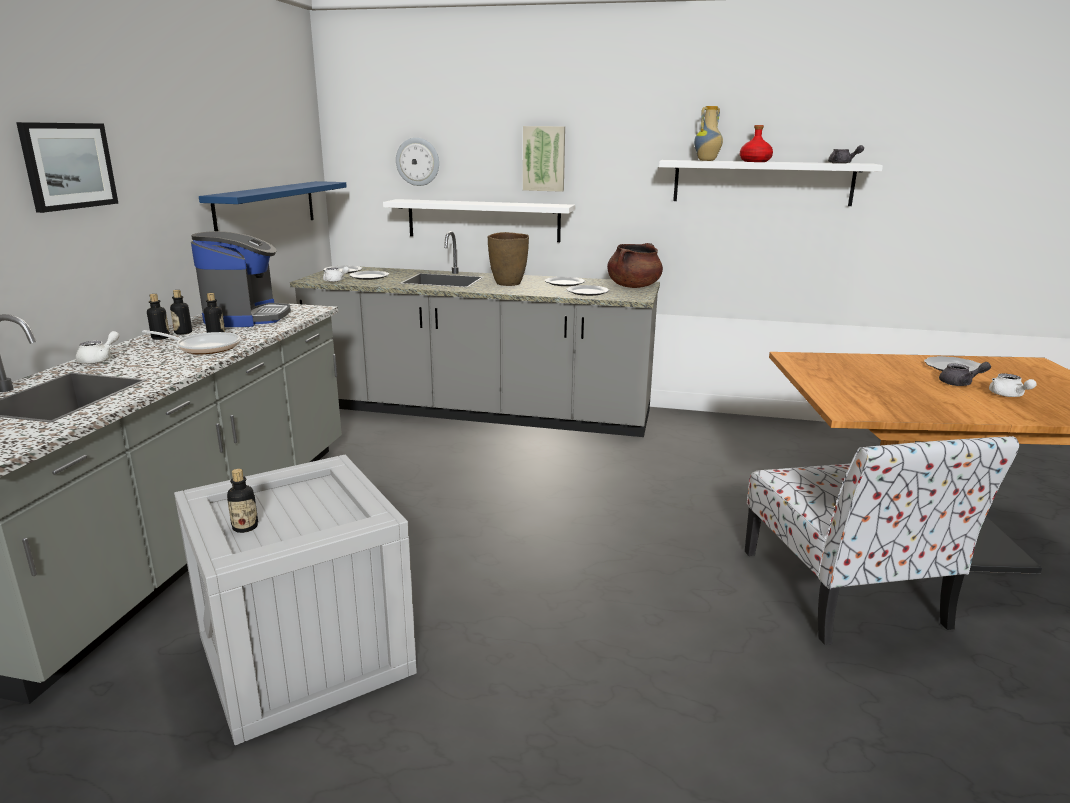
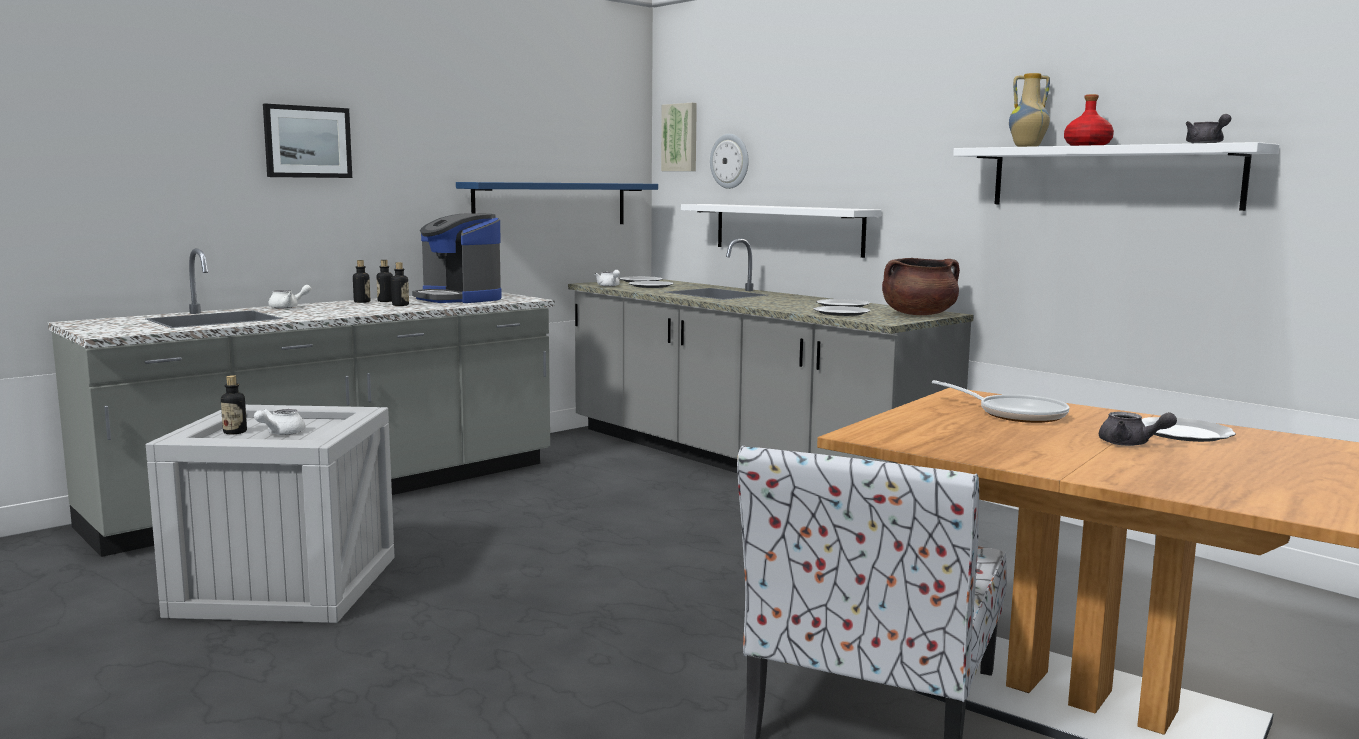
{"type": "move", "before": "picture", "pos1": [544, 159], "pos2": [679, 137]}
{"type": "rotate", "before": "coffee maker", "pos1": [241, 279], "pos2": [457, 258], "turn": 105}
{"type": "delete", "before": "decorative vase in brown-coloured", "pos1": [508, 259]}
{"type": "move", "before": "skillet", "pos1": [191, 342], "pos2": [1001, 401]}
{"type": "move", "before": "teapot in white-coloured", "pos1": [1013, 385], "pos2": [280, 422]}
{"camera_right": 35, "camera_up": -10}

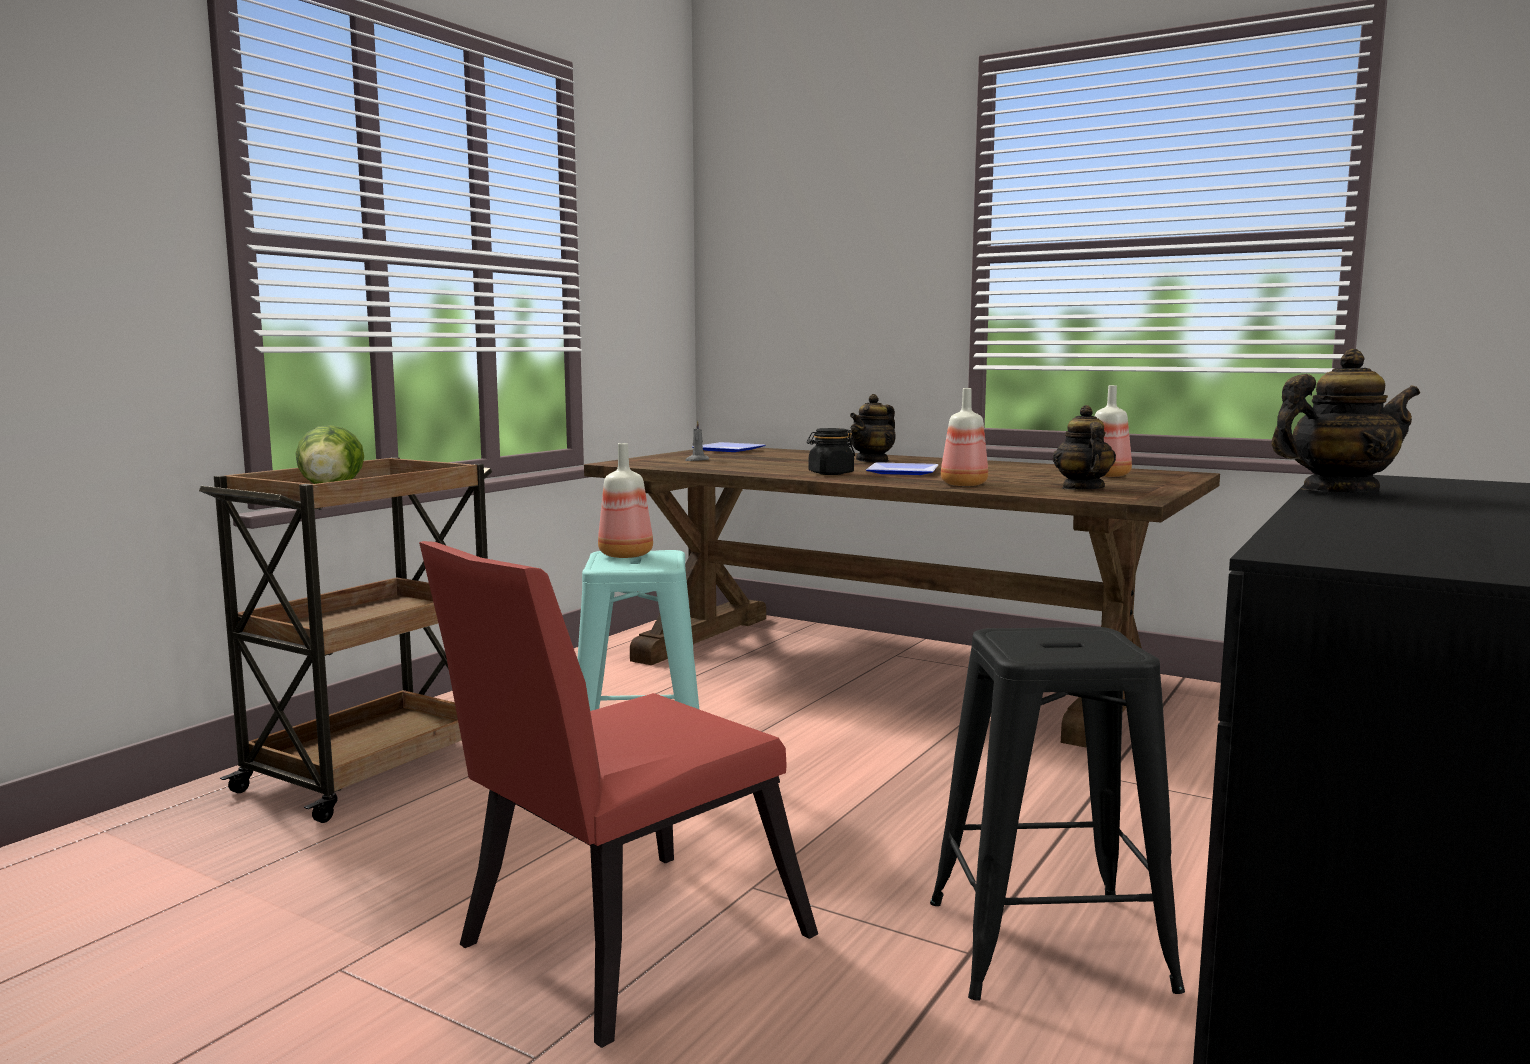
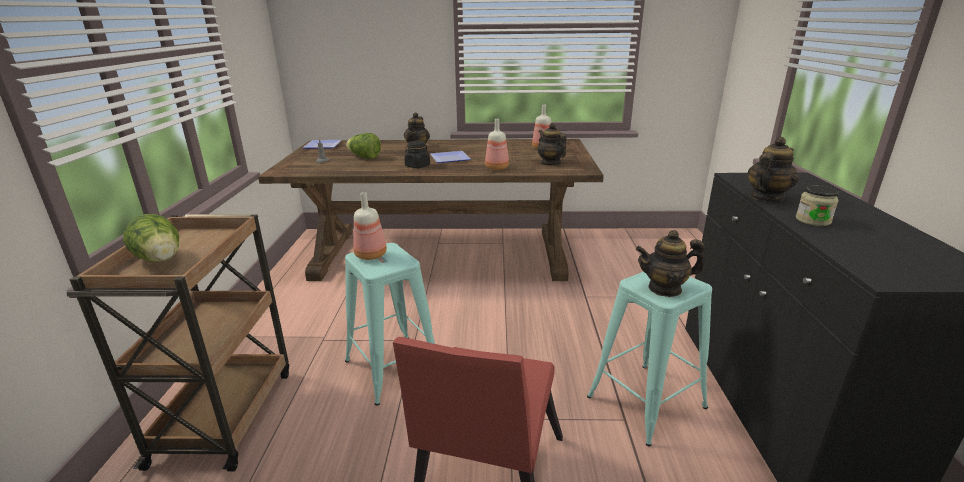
{"type": "recolor", "before": "sitting stool in black-coloured", "after": "sitting stool in turquoise", "pos1": [1057, 814], "pos2": [649, 359]}
{"type": "insert", "after": "lettuce", "pos2": [363, 146]}
{"type": "insert", "after": "jar", "pos2": [817, 205]}
{"type": "insert", "after": "teapot", "pos2": [670, 263]}
{"camera_right": -30, "camera_up": 15}

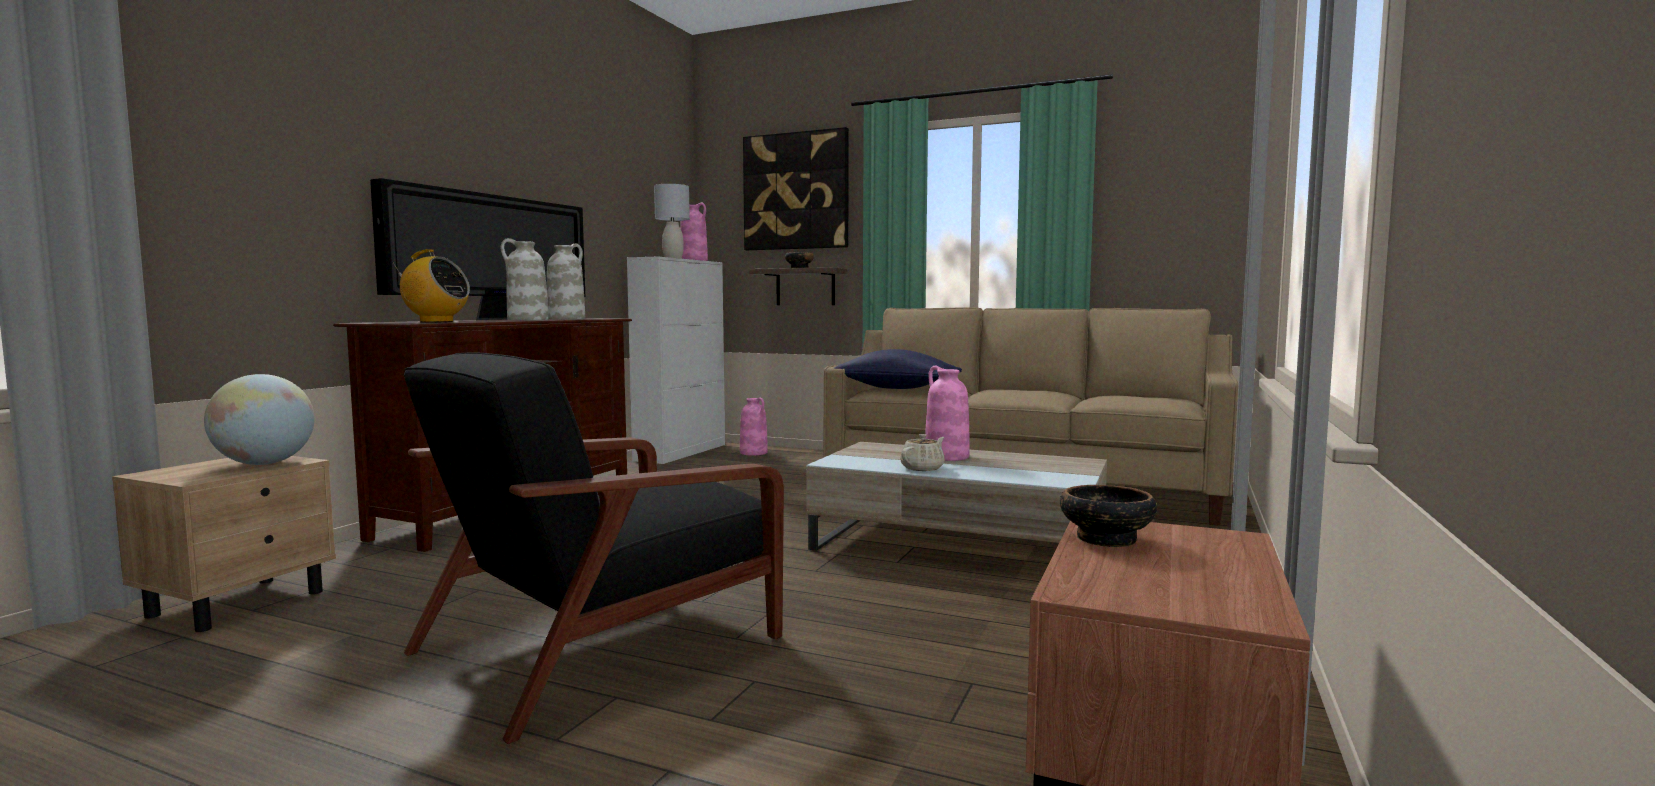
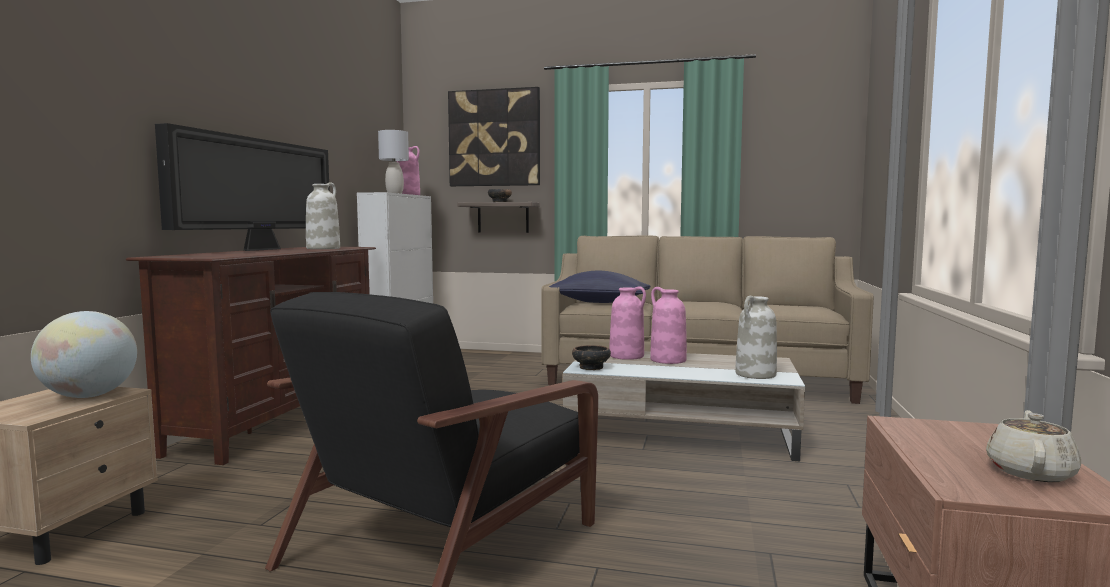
{"type": "move", "before": "decorative vase in white-coloured", "pos1": [525, 279], "pos2": [756, 337]}
{"type": "delete", "before": "radio receiver", "pos1": [431, 286]}
{"type": "move", "before": "decorative vase in pinkish", "pos1": [754, 426], "pos2": [627, 323]}
{"type": "move", "before": "teapot in beige", "pos1": [922, 452], "pos2": [1033, 446]}
{"type": "move", "before": "bowl", "pos1": [1108, 516], "pos2": [591, 357]}
{"camera_right": -10, "camera_up": 0}

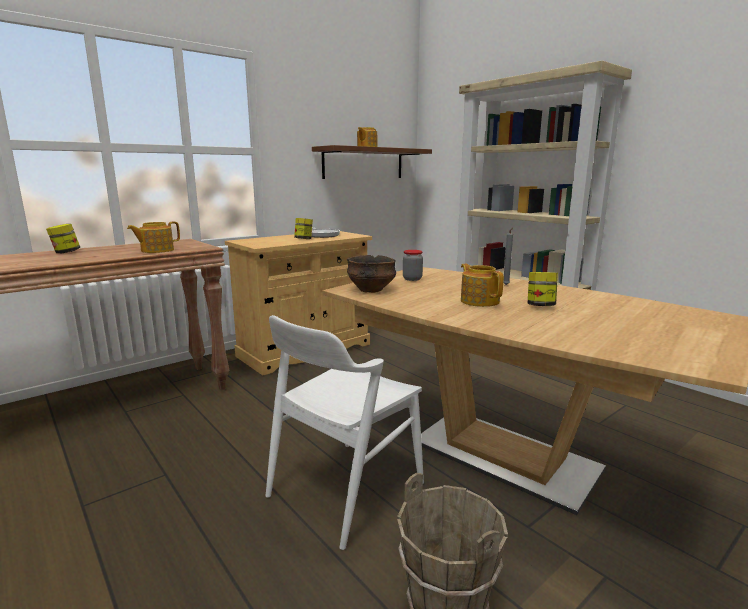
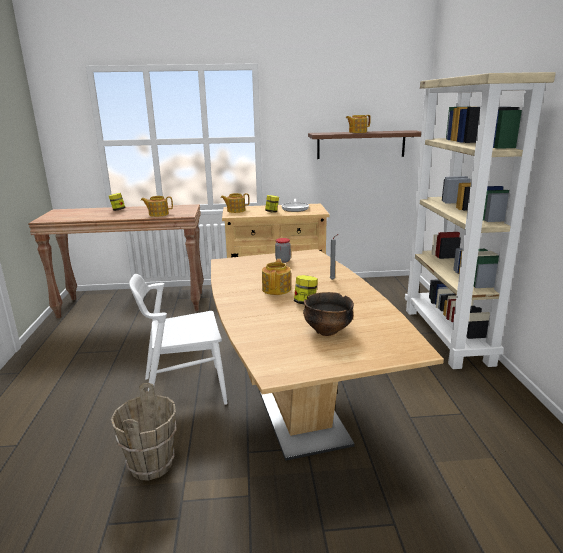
{"type": "move", "before": "bowl", "pos1": [371, 274], "pos2": [328, 314]}
{"type": "insert", "after": "teapot", "pos2": [235, 203]}
{"camera_right": 35, "camera_up": 5}

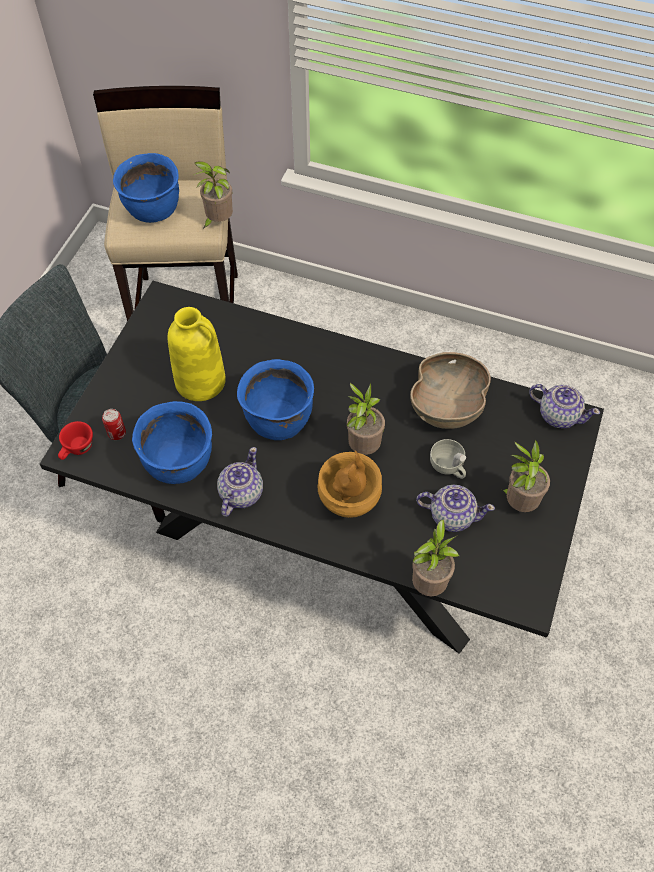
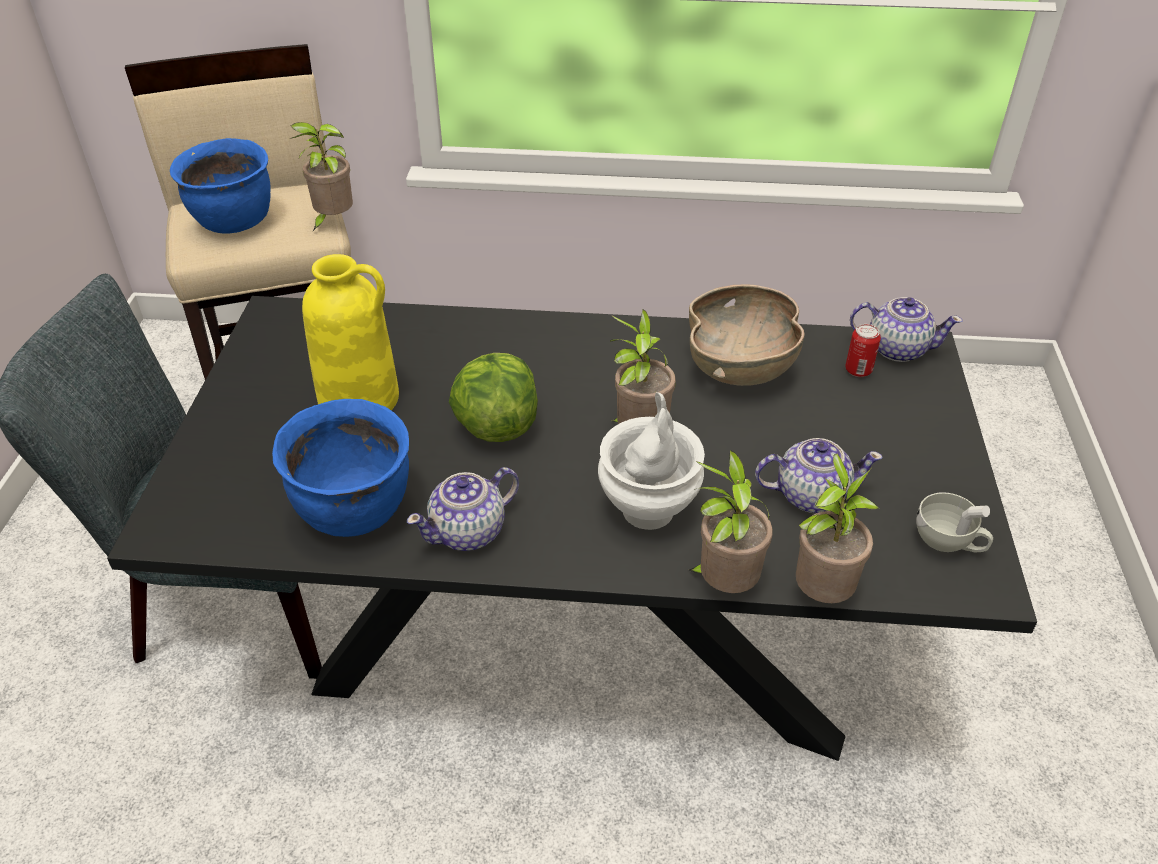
{"type": "replace", "before": "cooking pot in blue-coloured", "after": "lettuce", "pos1": [275, 399], "pos2": [493, 397]}
{"type": "move", "before": "metal can", "pos1": [114, 424], "pos2": [863, 350]}
{"type": "delete", "before": "small cup in reddish", "pos1": [75, 440]}
{"type": "move", "before": "small cup in white-coloured", "pos1": [448, 459], "pos2": [954, 522]}
{"type": "move", "before": "potted plant", "pos1": [525, 476], "pos2": [731, 521]}
{"type": "rotate", "before": "teapot", "pos1": [240, 482], "pos2": [463, 509], "turn": -135}
{"type": "recolor", "before": "decorative vase in brown-coloured", "after": "decorative vase in white-coloured", "pos1": [350, 484], "pos2": [651, 461]}
{"camera_right": -15, "camera_up": -15}

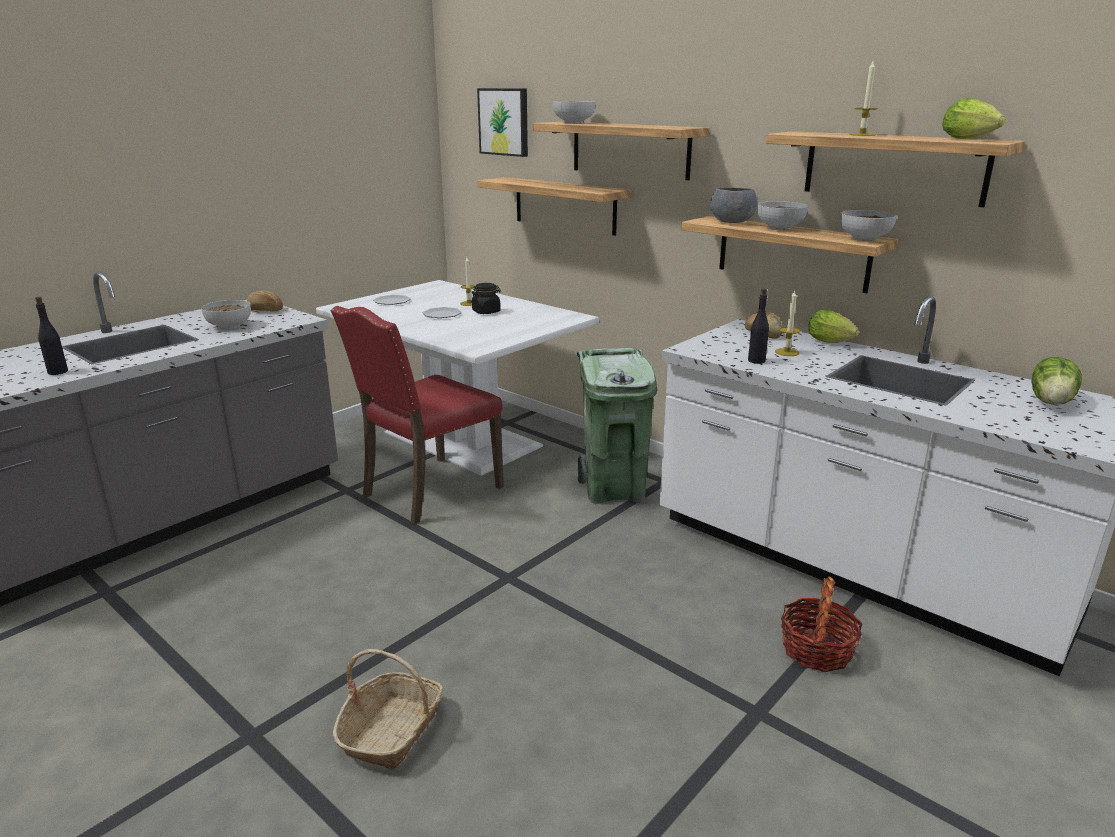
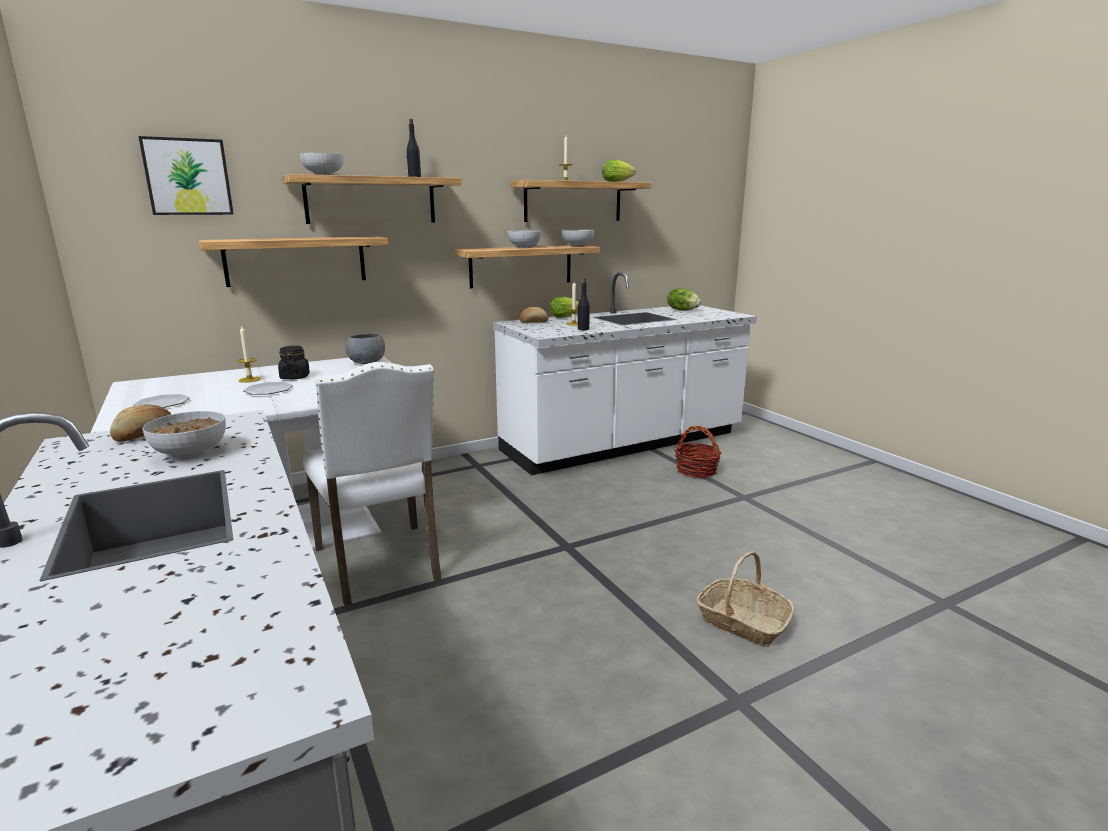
{"type": "move", "before": "bowl in greyish", "pos1": [733, 205], "pos2": [365, 348]}
{"type": "move", "before": "bottle in black-coloured", "pos1": [51, 336], "pos2": [414, 148]}
{"type": "recolor", "before": "upright chair in reddish", "after": "upright chair in white-coloured", "pos1": [417, 415], "pos2": [372, 484]}
{"type": "delete", "before": "trash can in greenish", "pos1": [617, 426]}
{"camera_right": -70, "camera_up": -5}

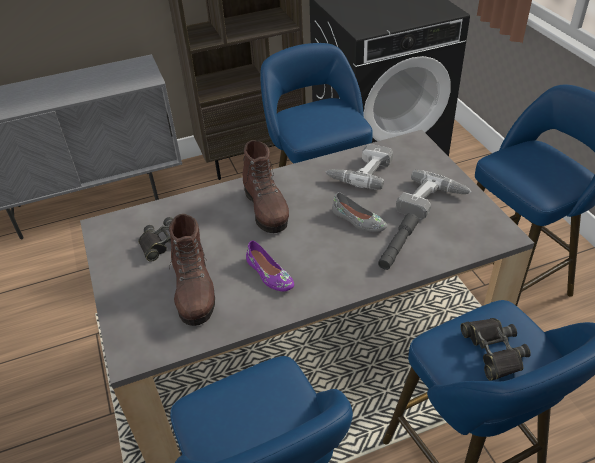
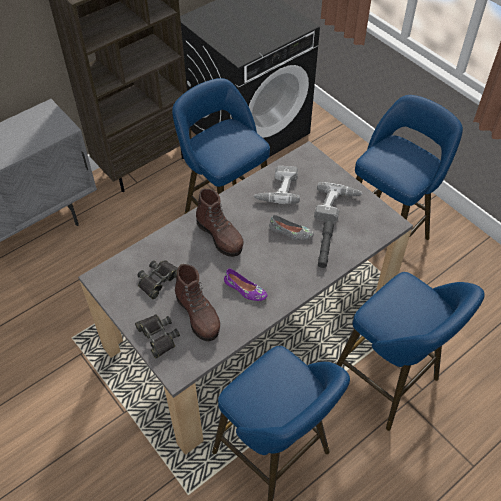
{"type": "move", "before": "pair of binoculars in black-coloured", "pos1": [496, 349], "pos2": [157, 336]}
{"camera_right": -20, "camera_up": 10}

